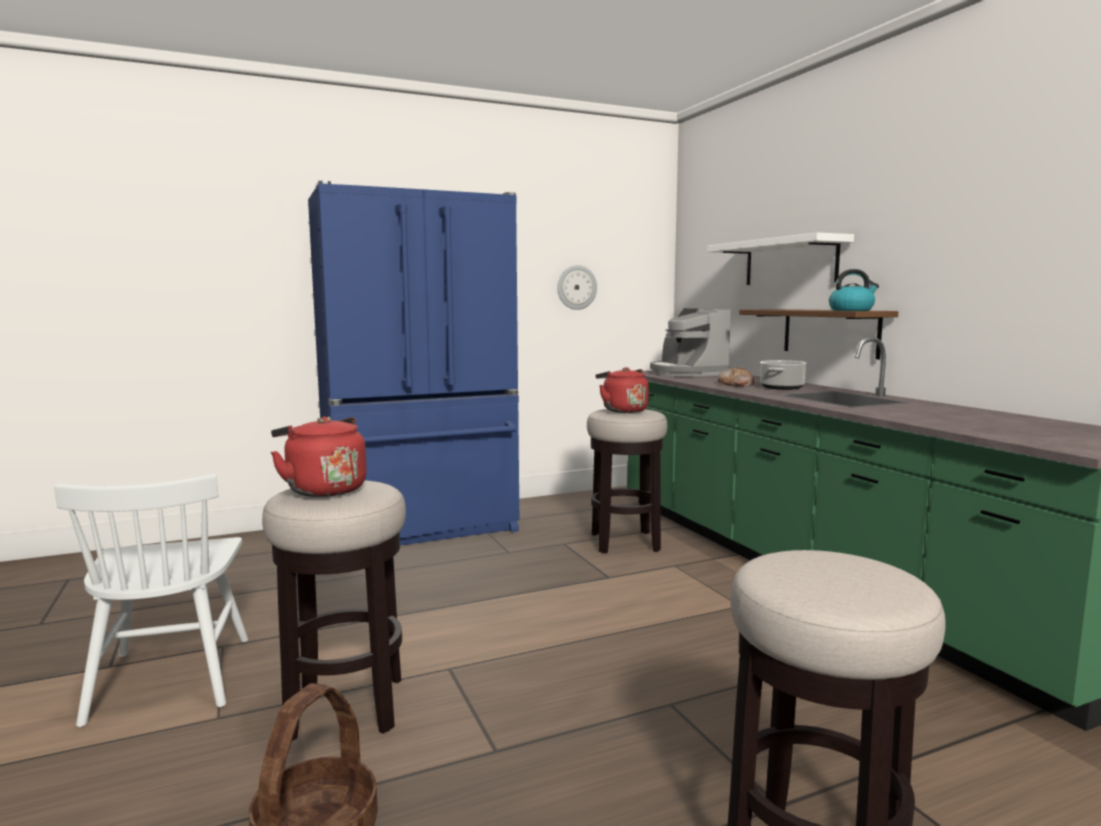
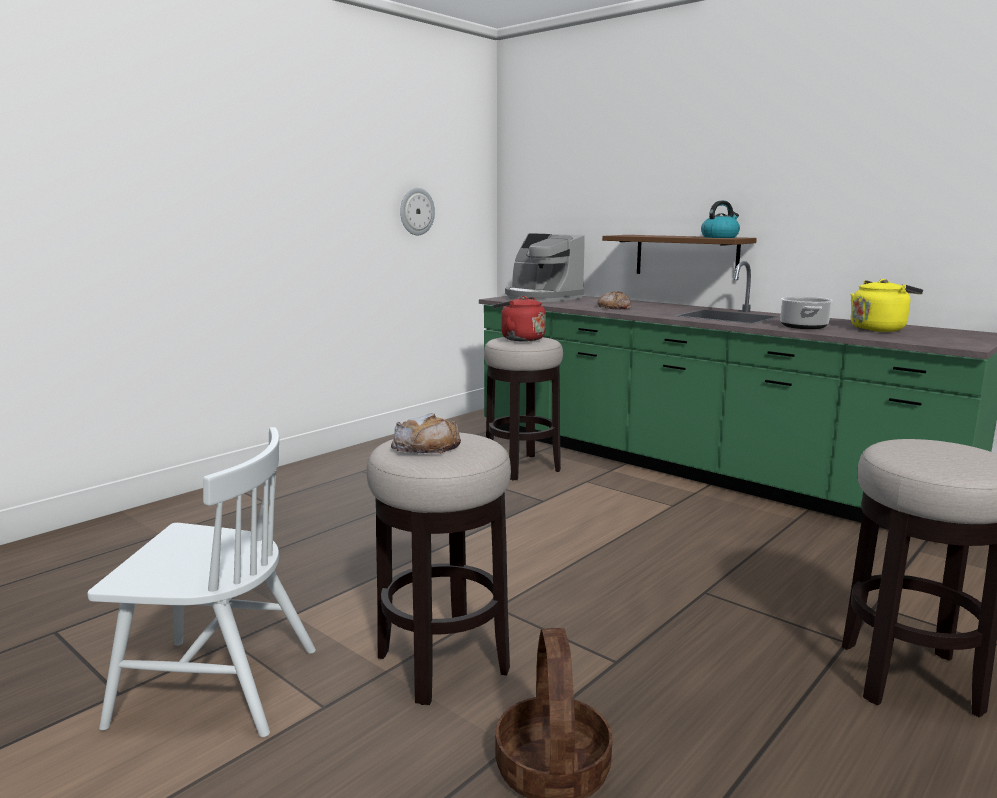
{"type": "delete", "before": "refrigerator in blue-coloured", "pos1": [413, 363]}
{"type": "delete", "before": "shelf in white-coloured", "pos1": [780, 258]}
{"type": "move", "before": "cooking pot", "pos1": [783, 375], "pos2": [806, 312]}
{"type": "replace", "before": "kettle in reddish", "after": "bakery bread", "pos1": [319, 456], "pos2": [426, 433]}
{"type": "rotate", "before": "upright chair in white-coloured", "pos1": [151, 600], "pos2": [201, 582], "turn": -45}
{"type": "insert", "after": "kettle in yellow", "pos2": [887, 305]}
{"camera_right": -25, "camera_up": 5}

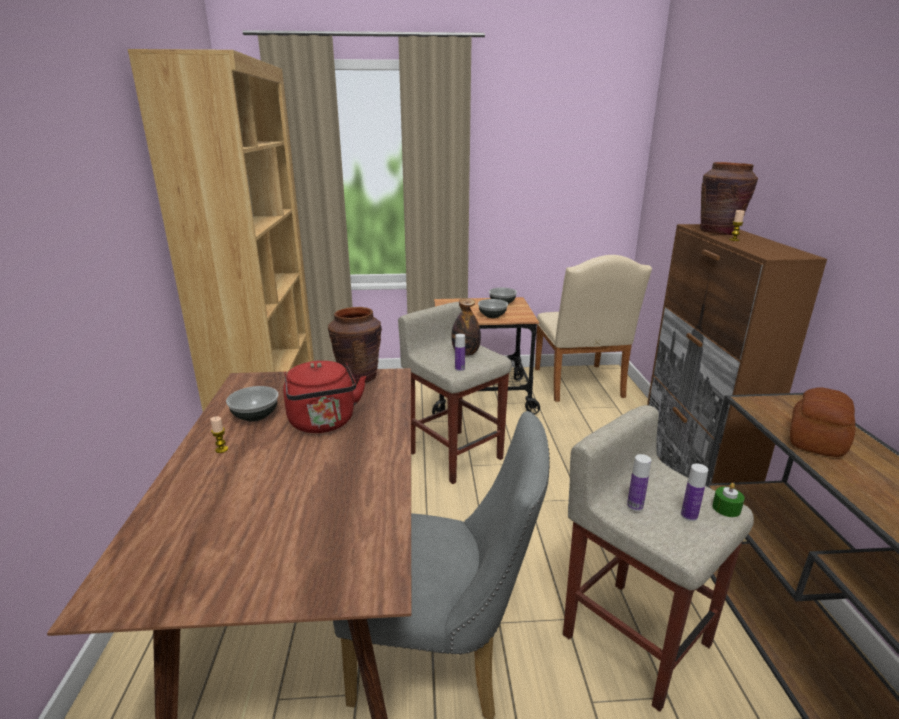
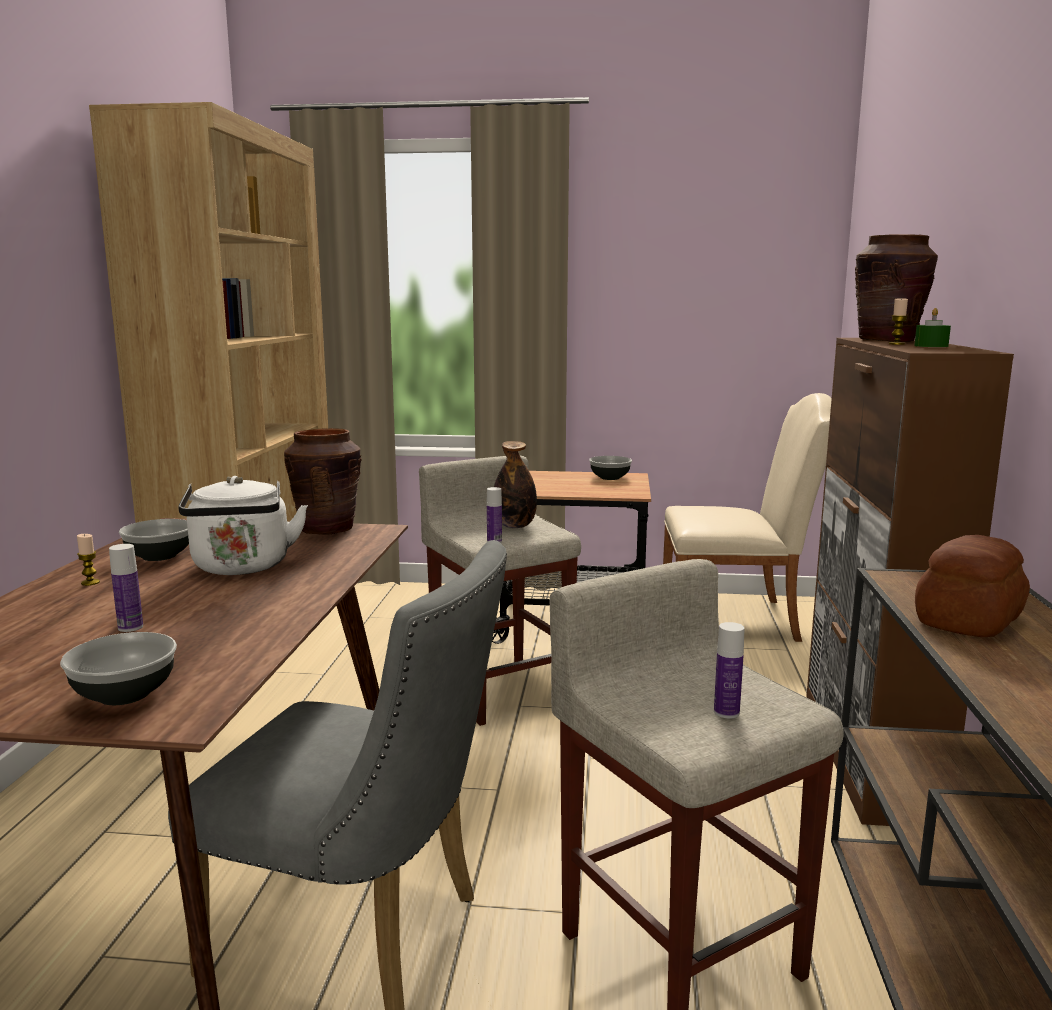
{"type": "rotate", "before": "upright chair in beige", "pos1": [593, 328], "pos2": [747, 517], "turn": -90}
{"type": "move", "before": "bowl", "pos1": [493, 308], "pos2": [118, 668]}
{"type": "recolor", "before": "kettle in reddish", "after": "kettle in white-coloured", "pos1": [324, 397], "pos2": [243, 525]}
{"type": "move", "before": "bottle", "pos1": [639, 482], "pos2": [126, 588]}
{"type": "move", "before": "wax light in greenish", "pos1": [728, 500], "pos2": [932, 327]}
{"camera_right": 10, "camera_up": -10}

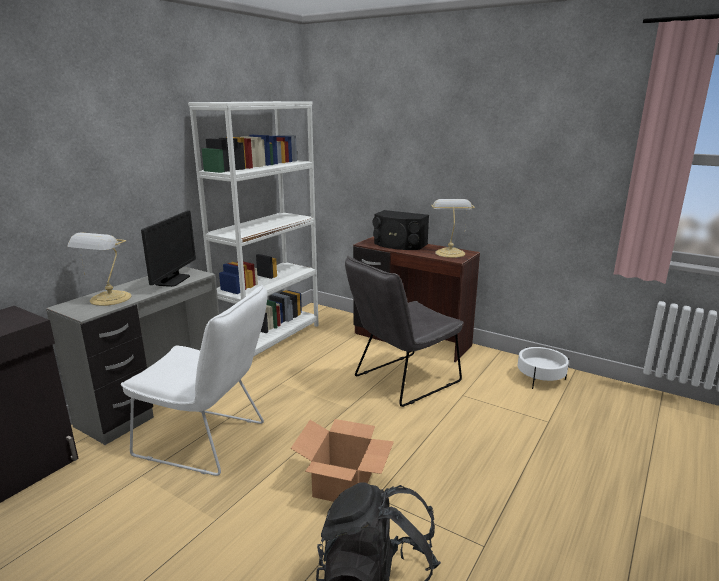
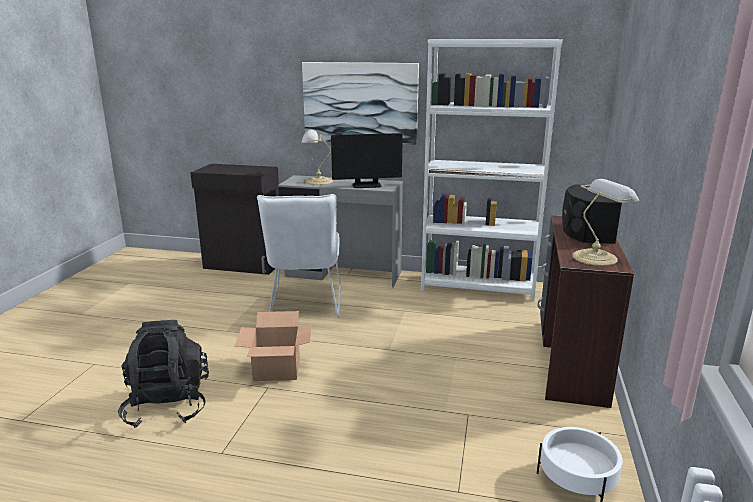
{"type": "delete", "before": "upright chair in greyish", "pos1": [404, 331]}
{"type": "insert", "after": "picture", "pos2": [360, 103]}
{"camera_right": 70, "camera_up": 0}

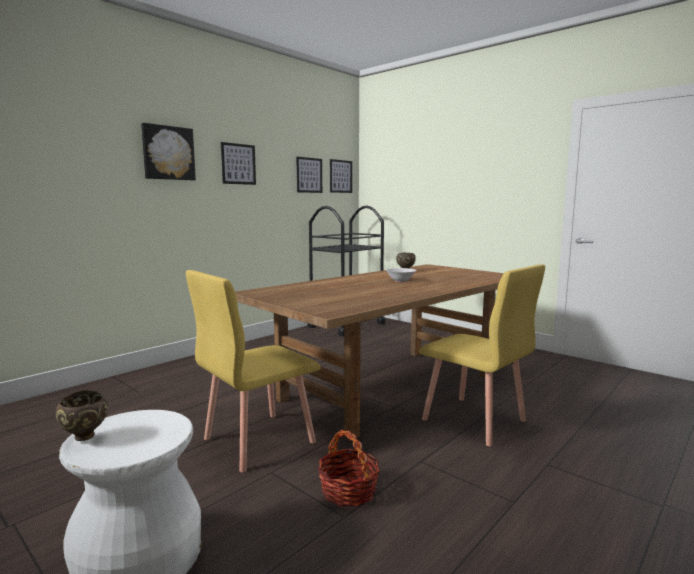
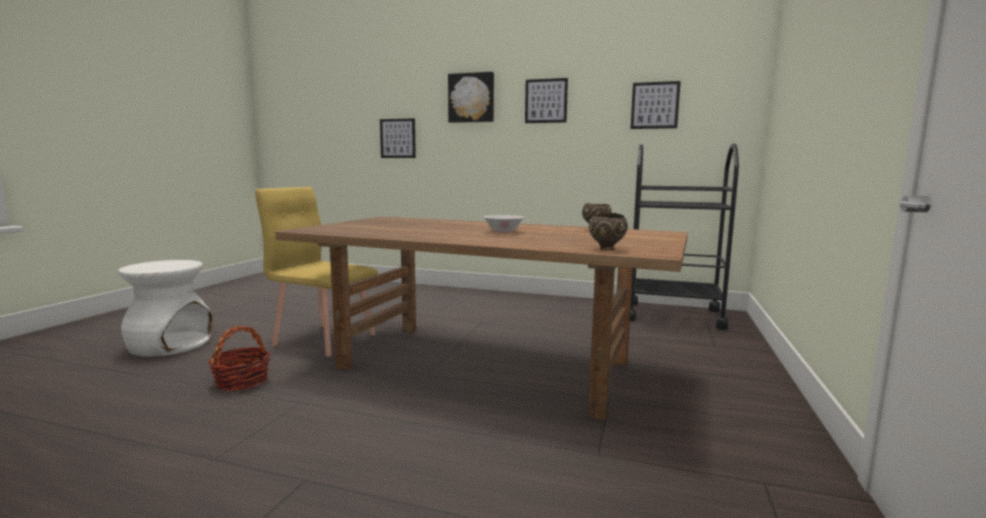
{"type": "move", "before": "picture", "pos1": [341, 176], "pos2": [398, 138]}
{"type": "delete", "before": "upright chair in yellow", "pos1": [482, 355]}
{"type": "move", "before": "bowl in brown-coloured", "pos1": [82, 416], "pos2": [608, 232]}
{"camera_right": 65, "camera_up": 0}

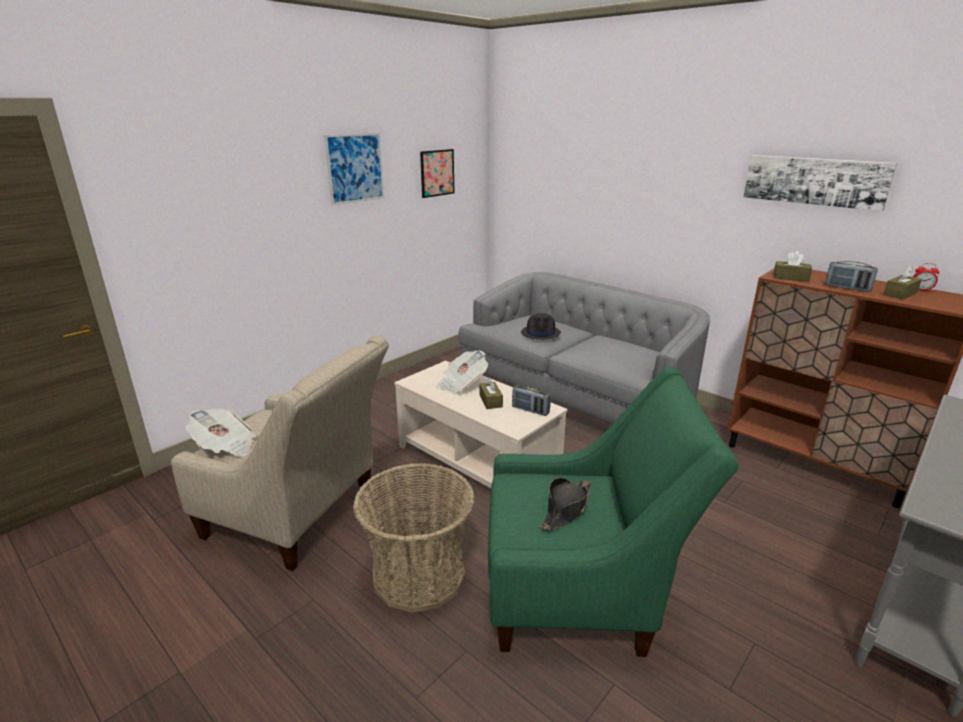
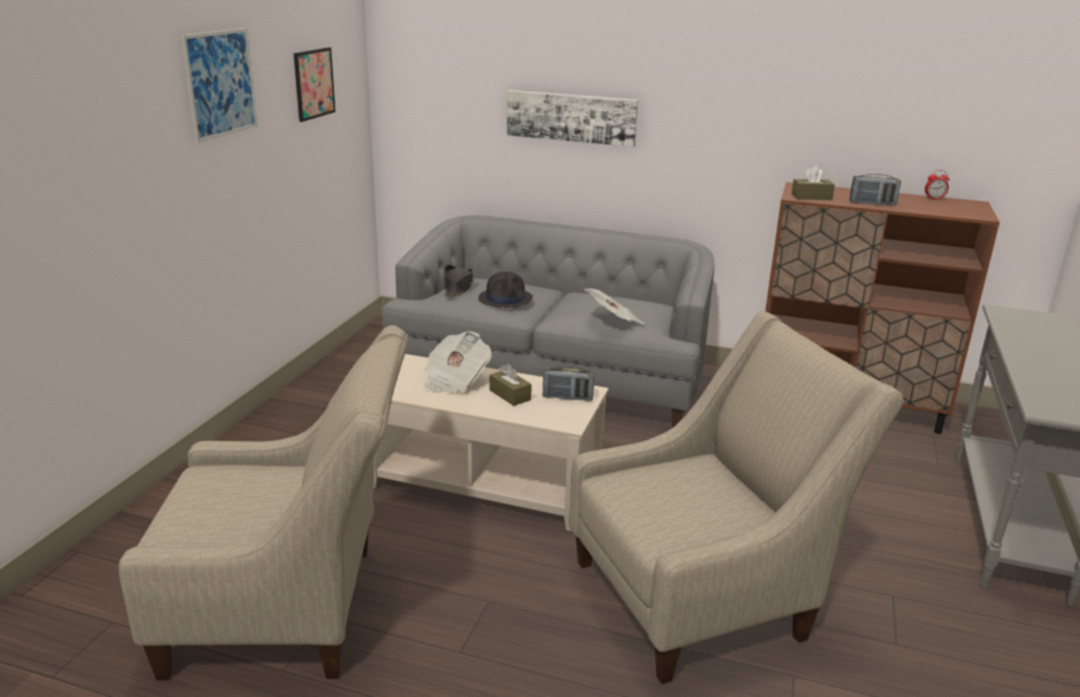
{"type": "move", "before": "picture", "pos1": [820, 183], "pos2": [572, 118]}
{"type": "delete", "before": "box of tissues in brown-coloured", "pos1": [902, 283]}
{"type": "recolor", "before": "easy chair in greenish", "after": "easy chair in beige", "pos1": [613, 511], "pos2": [736, 497]}
{"type": "move", "before": "newspaper", "pos1": [221, 432], "pos2": [614, 306]}
{"type": "delete", "before": "storage basket", "pos1": [414, 538]}
{"type": "move", "before": "wearable hat in black-coloured", "pos1": [566, 504], "pos2": [458, 281]}
{"camera_right": -25, "camera_up": 0}

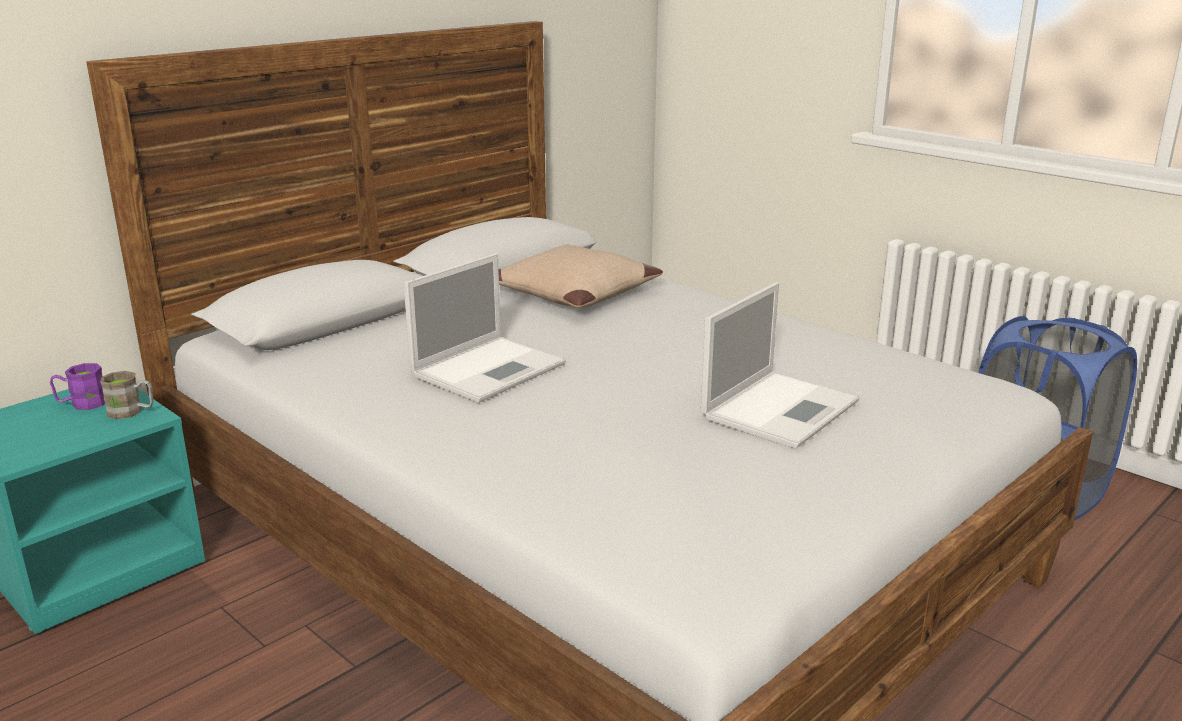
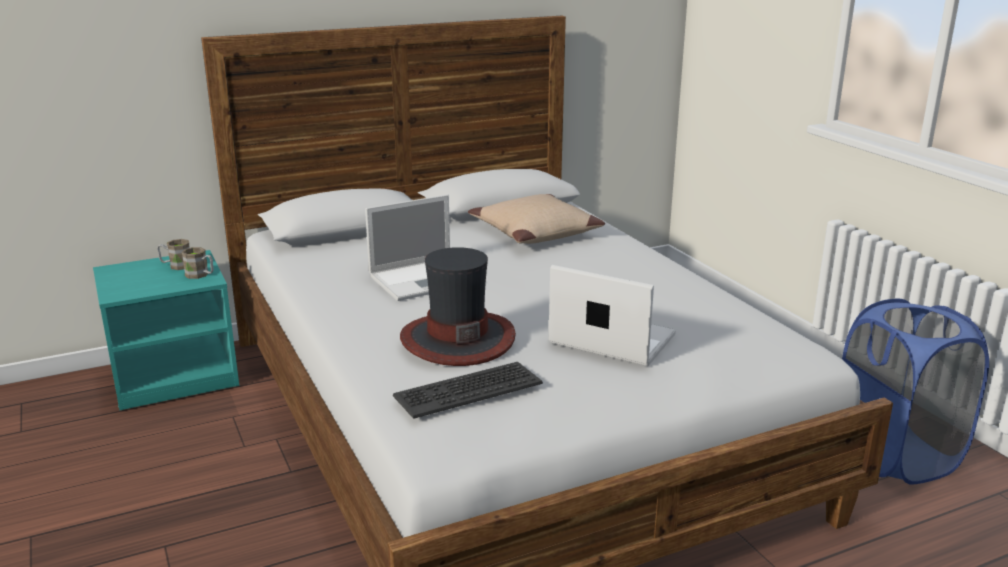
{"type": "rotate", "before": "notebook computer", "pos1": [780, 365], "pos2": [612, 315], "turn": -120}
{"type": "recolor", "before": "tea mug in purplish", "after": "tea mug in brown-coloured", "pos1": [77, 386], "pos2": [173, 254]}
{"type": "insert", "after": "wearable hat", "pos2": [458, 306]}
{"type": "insert", "after": "keyboard", "pos2": [468, 390]}
{"camera_right": 20, "camera_up": 0}

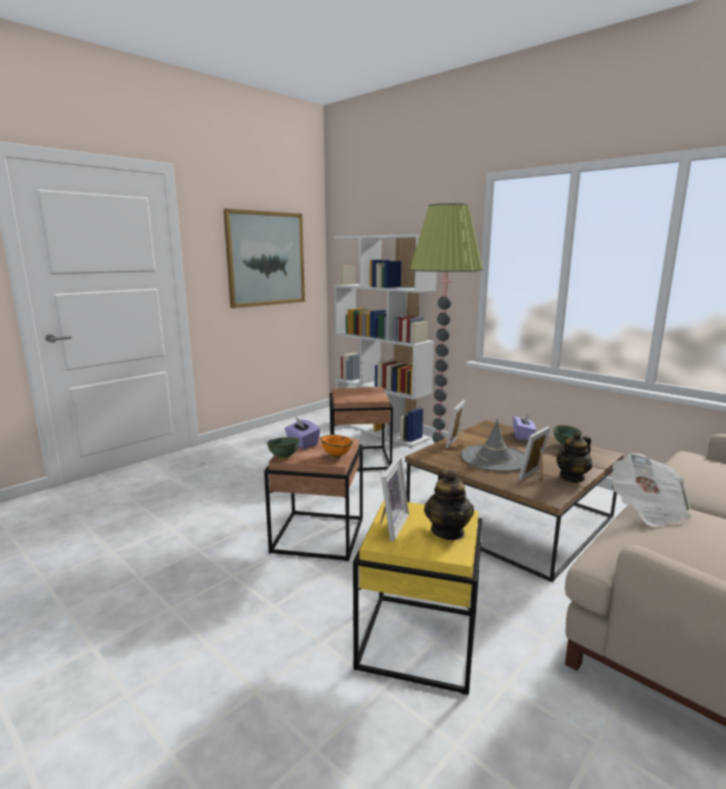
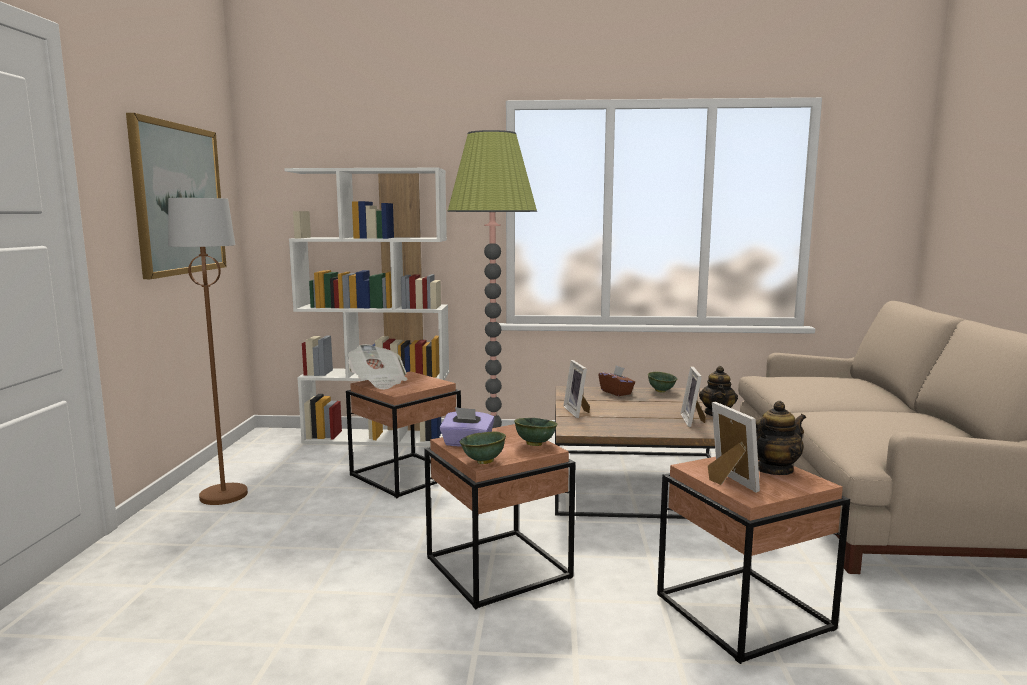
{"type": "recolor", "before": "box of tissues in purplish", "after": "box of tissues in brown-coloured", "pos1": [524, 426], "pos2": [617, 380]}
{"type": "delete", "before": "wearable hat in greyish", "pos1": [493, 445]}
{"type": "recolor", "before": "bowl in orange", "after": "bowl in greenish", "pos1": [337, 446], "pos2": [535, 432]}
{"type": "move", "before": "newspaper", "pos1": [651, 490], "pos2": [378, 367]}
{"type": "rotate", "before": "teapot", "pos1": [449, 505], "pos2": [781, 438], "turn": -75}
{"type": "recolor", "before": "side table in yellow", "after": "side table in brown-coloured", "pos1": [418, 598], "pos2": [753, 560]}
{"type": "insert", "after": "standing lamp in brown-coloured", "pos2": [208, 351]}
{"camera_right": -40, "camera_up": -5}

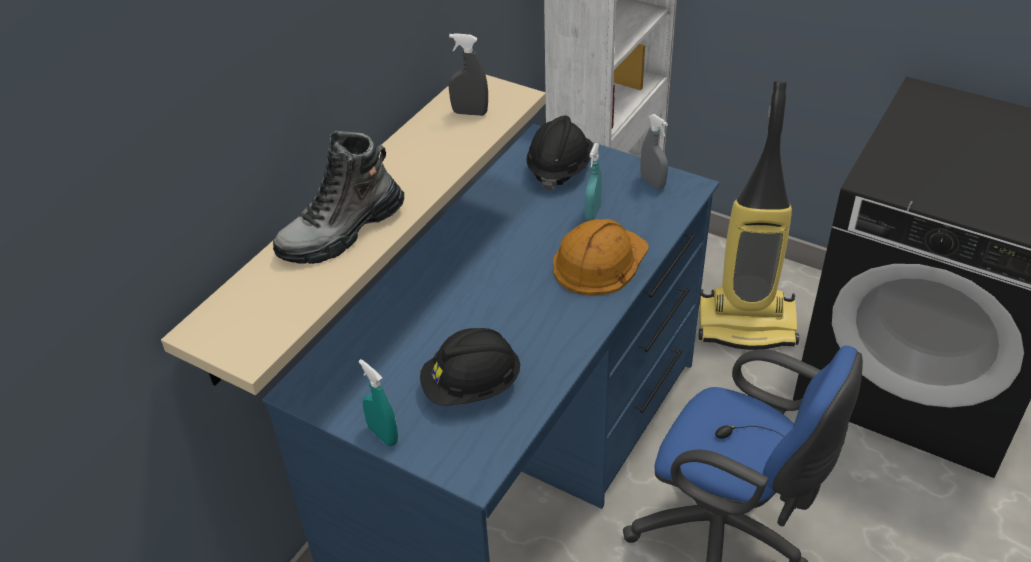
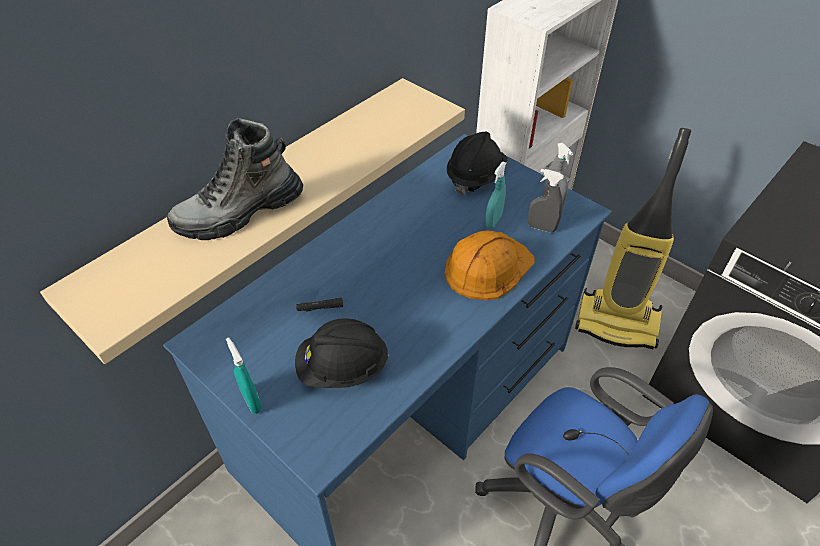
{"type": "move", "before": "hand sprayer in greyish", "pos1": [468, 74], "pos2": [546, 201]}
{"type": "insert", "after": "torch in black-coloured", "pos2": [319, 305]}
{"camera_right": 10, "camera_up": 5}

